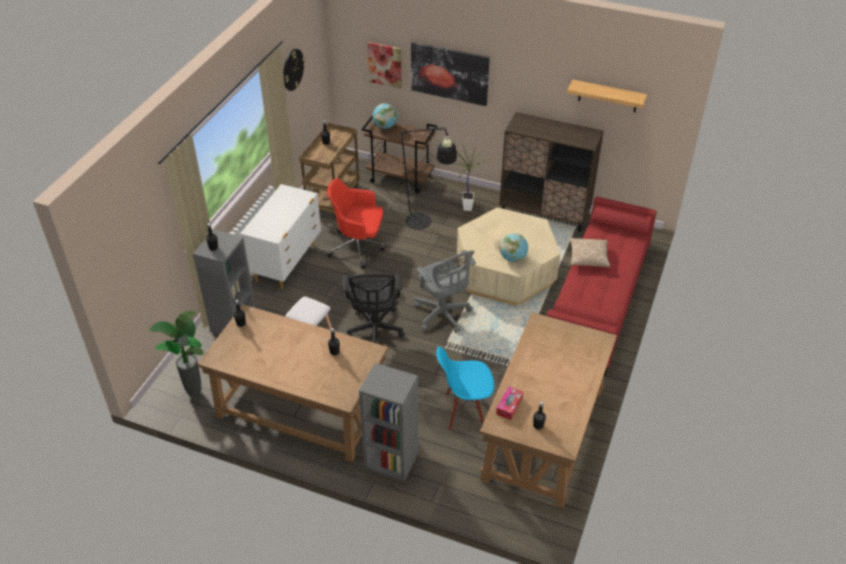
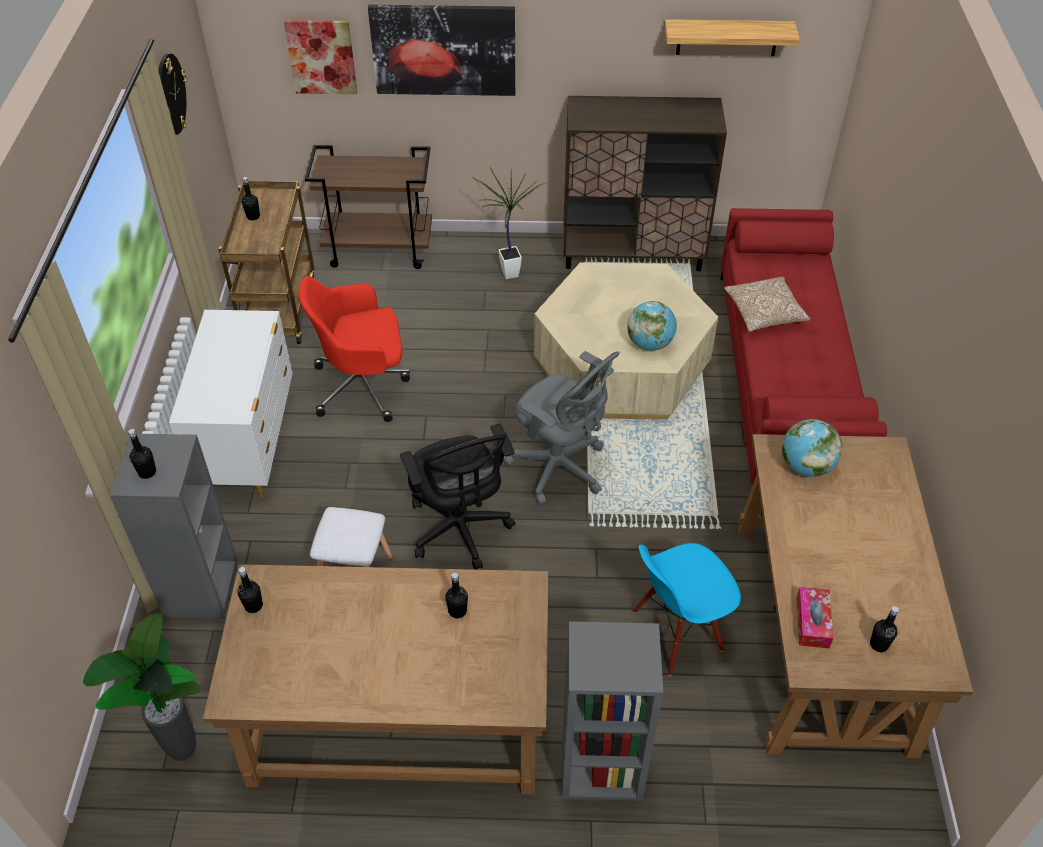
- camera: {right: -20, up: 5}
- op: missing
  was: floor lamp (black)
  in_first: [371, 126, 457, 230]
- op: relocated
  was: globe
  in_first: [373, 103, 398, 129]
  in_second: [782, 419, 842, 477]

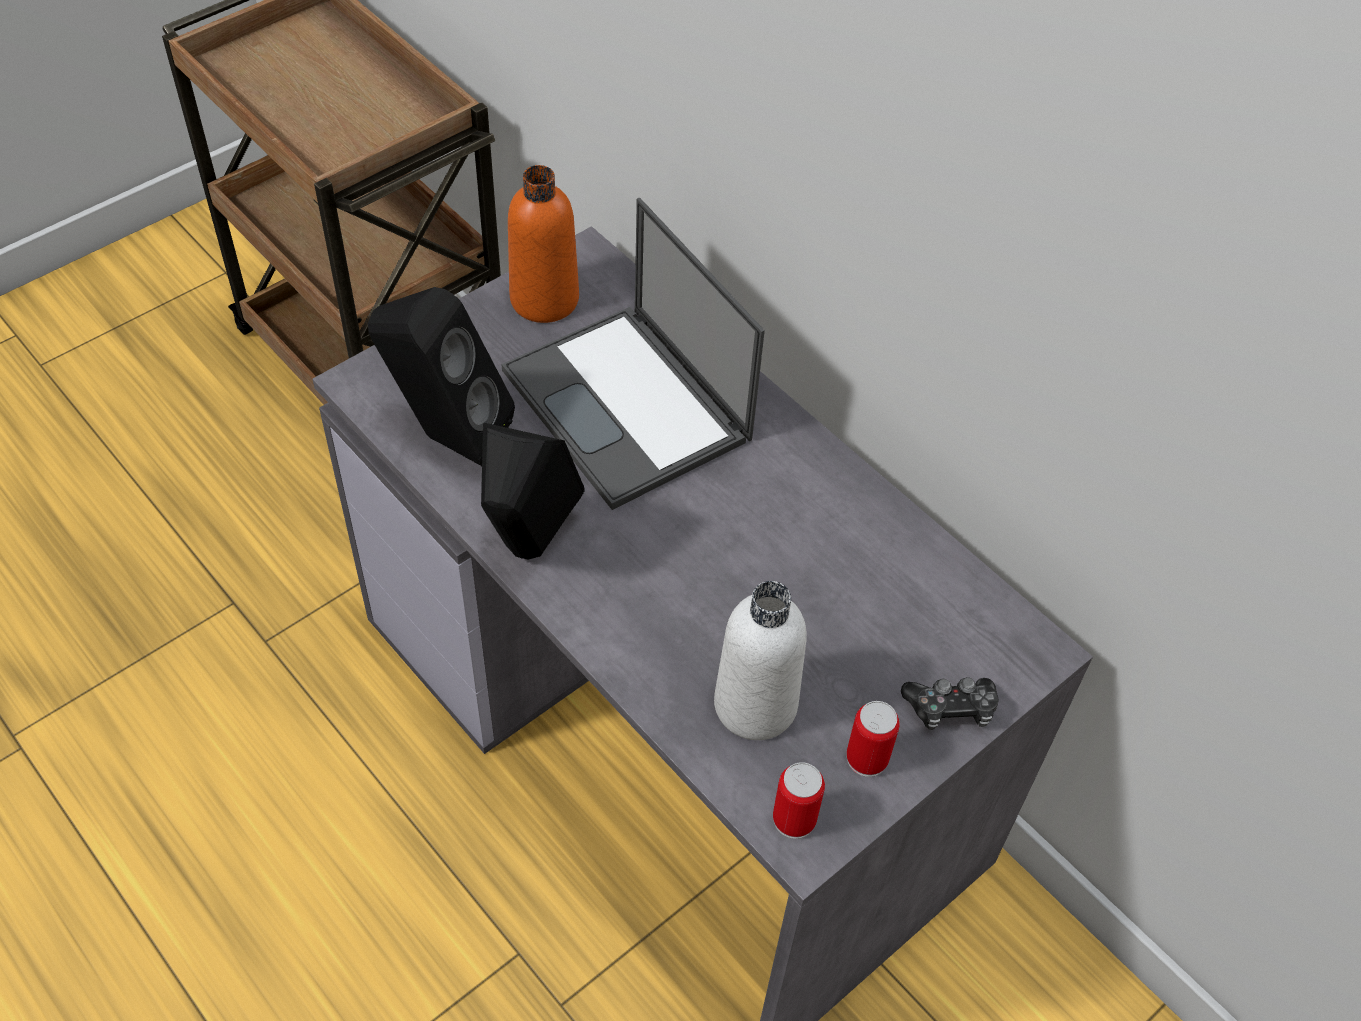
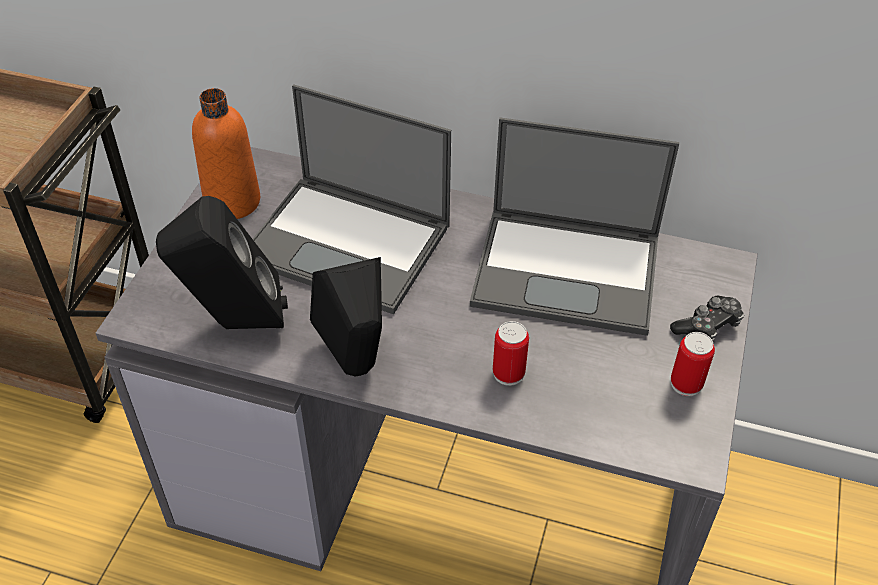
- camera: {right: -30, up: -5}
- op: missing
  was: bottle (white)
  in_first: [714, 581, 807, 740]
- op: appeared
  now: laptop
  in_second: [470, 117, 679, 336]
- op: relocated
  was: can
  in_first: [773, 762, 825, 839]
  in_second: [493, 321, 529, 386]

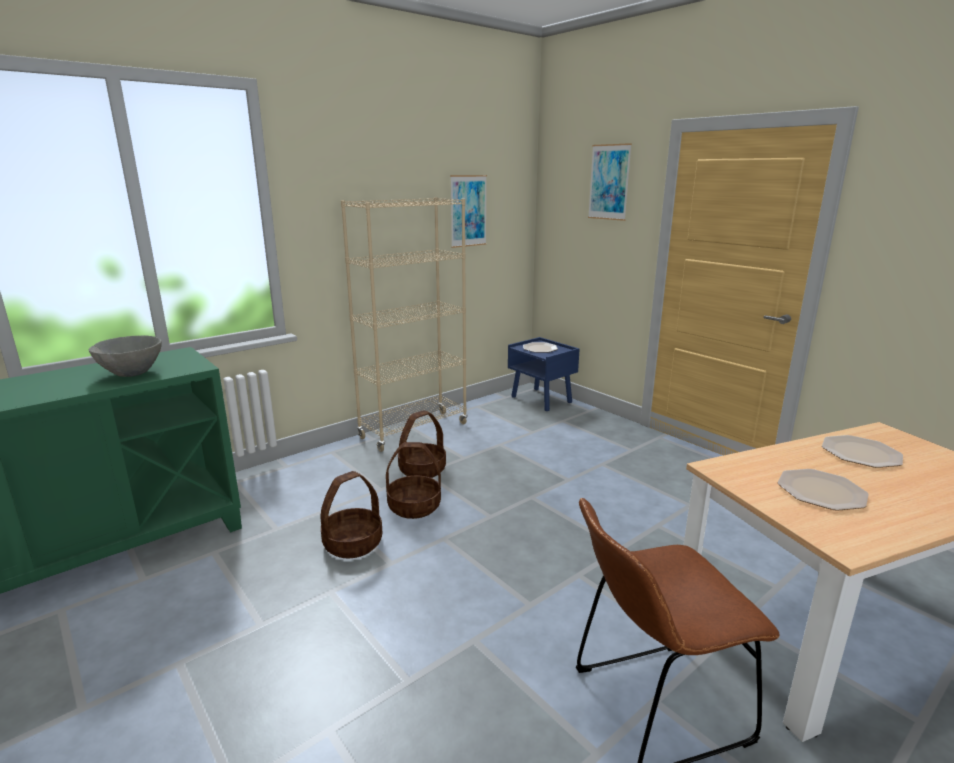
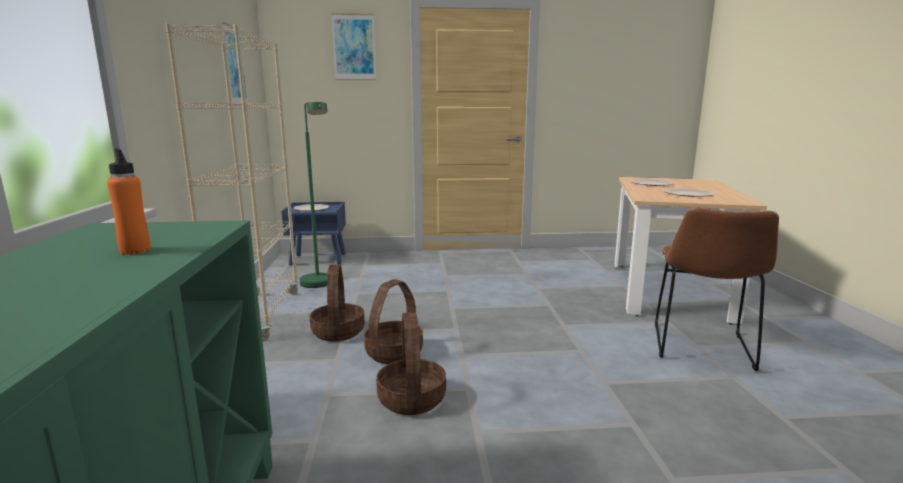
- camera: {right: -55, up: -5}
- op: appeared
  now: floor lamp (green)
  in_second: [300, 102, 328, 288]
- op: exchanged
  was: bowl (grey)
  now: bottle (orange)
  in_first: [89, 335, 162, 377]
  in_second: [107, 148, 151, 255]

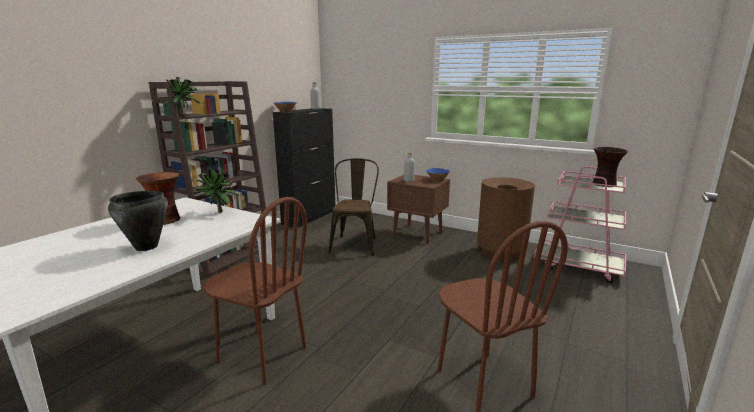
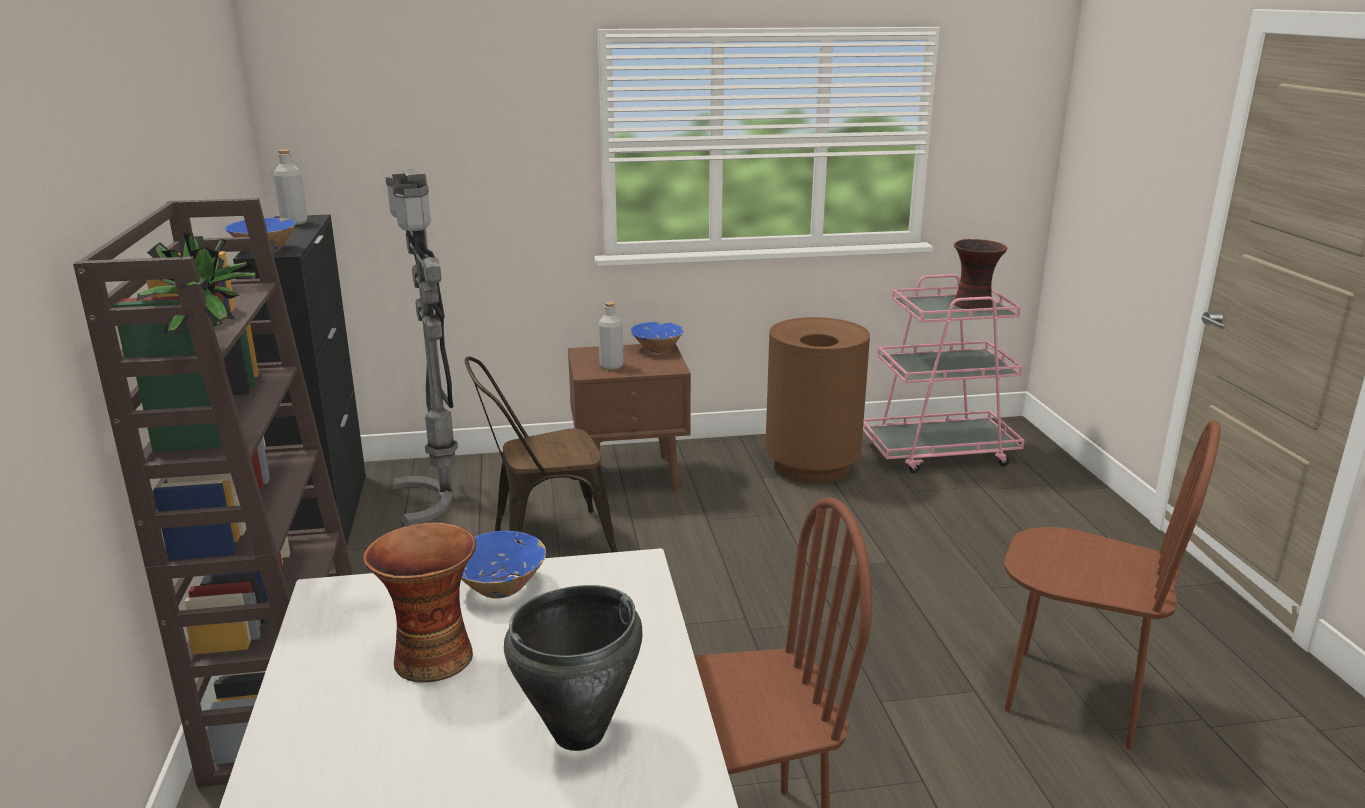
- camera: {right: -40, up: 5}
- op: appeared
  now: floor lamp (grey)
  in_second: [386, 169, 458, 525]
- op: exchanged
  was: potted plant
  now: bowl (blue)
  in_first: [194, 169, 239, 213]
  in_second: [461, 531, 546, 599]
- op: spun
  was: chair (brown)
  in_first: [328, 158, 379, 256]
  in_second: [465, 357, 617, 553]
  clockwise: -75

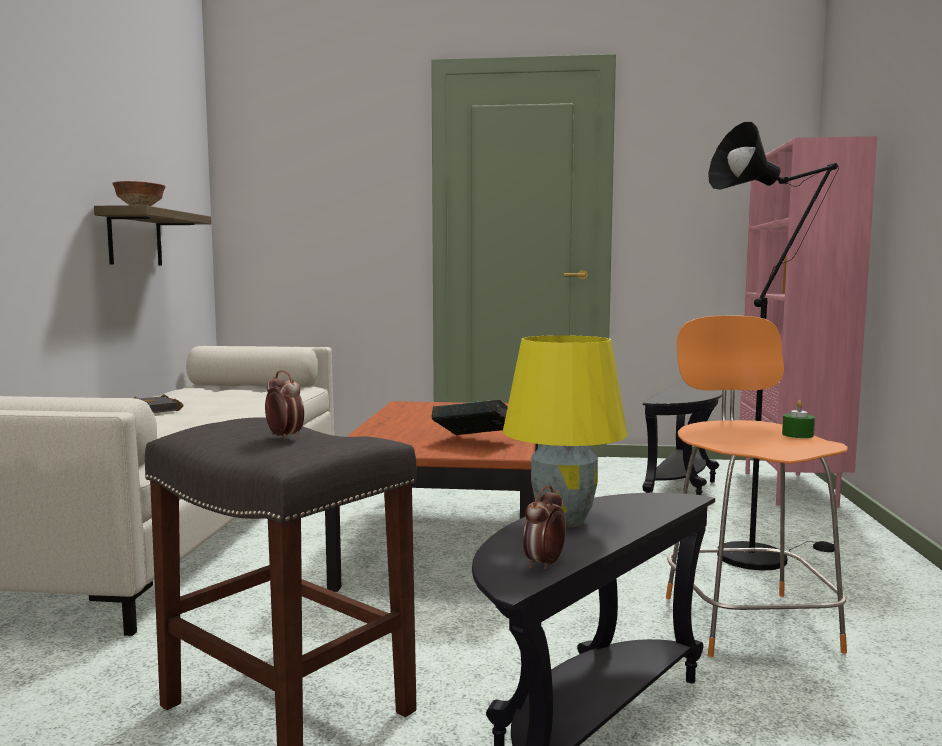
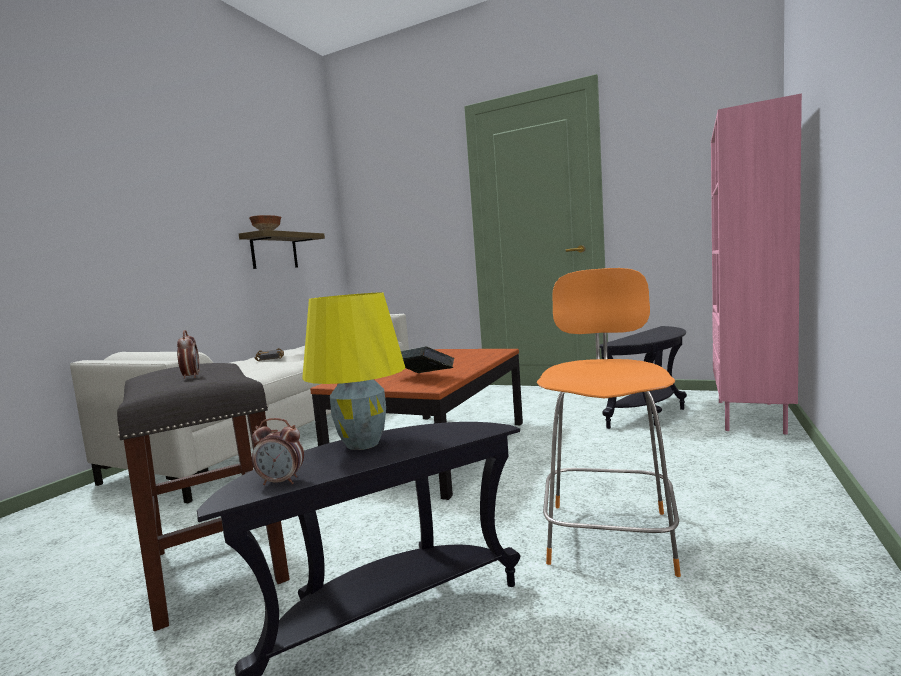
- camera: {right: 20, up: 0}
- op: missing
  was: floor lamp (black)
  in_first: [708, 122, 839, 571]
- op: missing
  was: candle (green)
  in_first: [782, 400, 815, 438]
- op: spun
  was: alarm clock
  in_first: [522, 485, 566, 570]
  in_second: [252, 418, 304, 485]
  clockwise: -135

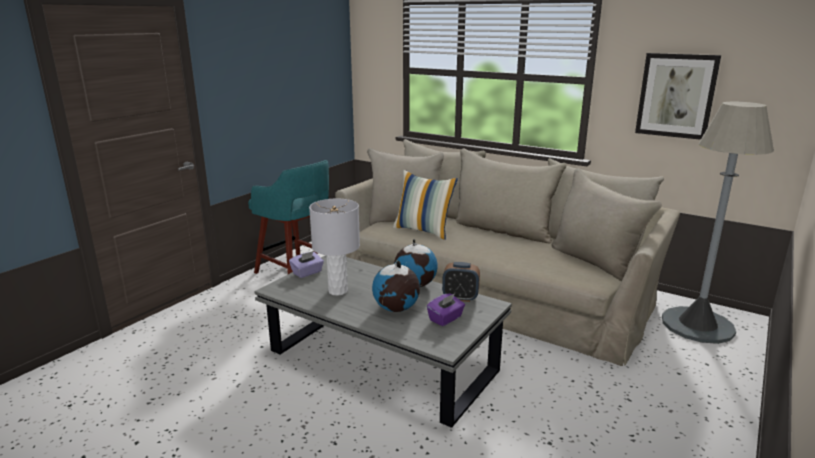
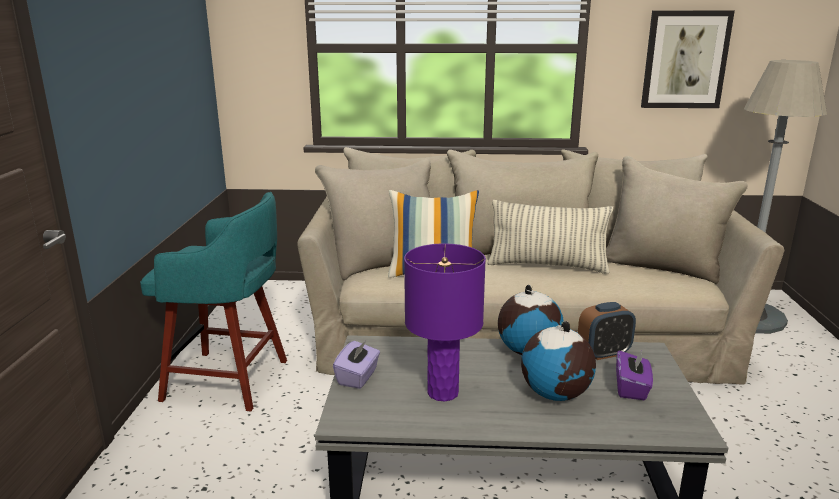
- camera: {right: -30, up: 0}
- op: appeared
  now: pillow
  in_second: [487, 200, 613, 274]
- op: colour
  was: table lamp (grey)
  now: table lamp (purple)
  in_first: [309, 199, 360, 296]
  in_second: [404, 244, 486, 402]

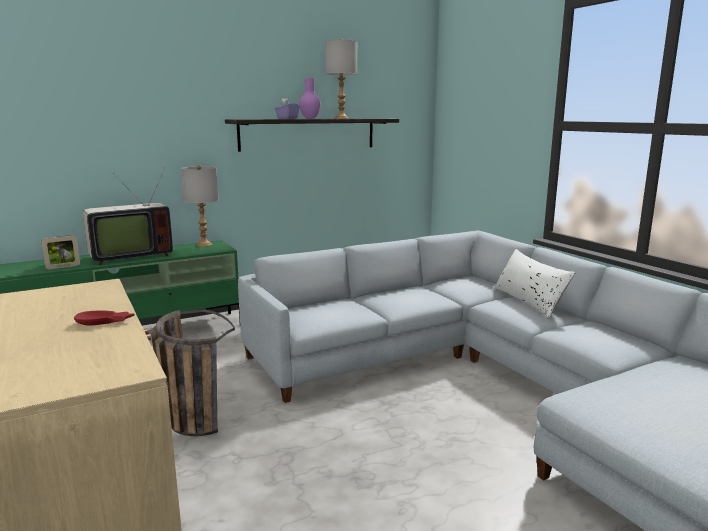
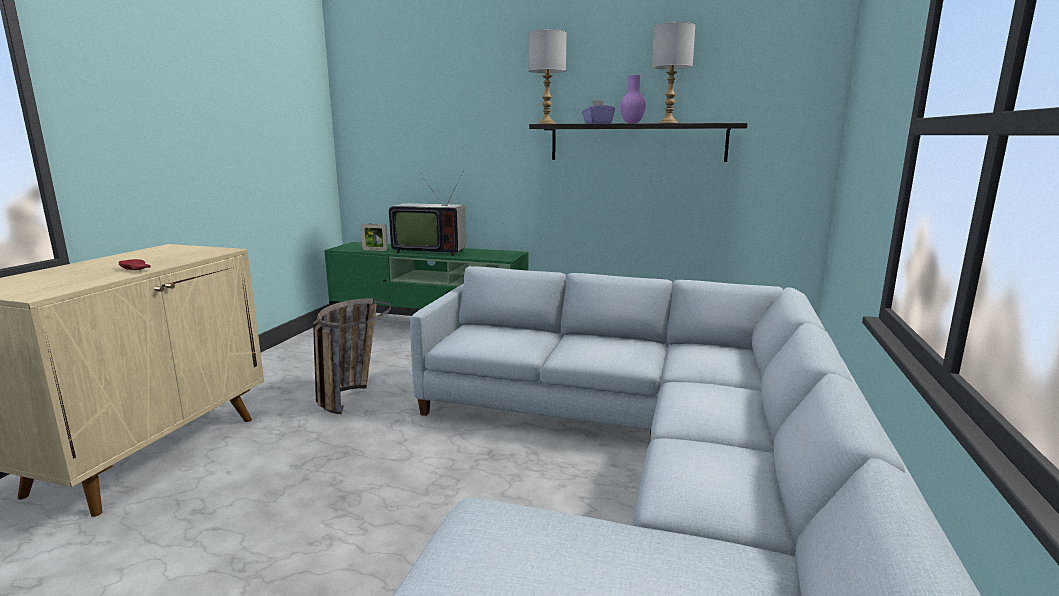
- camera: {right: 45, up: 0}
- op: missing
  was: pillow (white)
  in_first: [493, 249, 575, 319]
- op: relocated
  was: table lamp (grey)
  in_first: [181, 165, 218, 247]
  in_second: [528, 29, 567, 124]

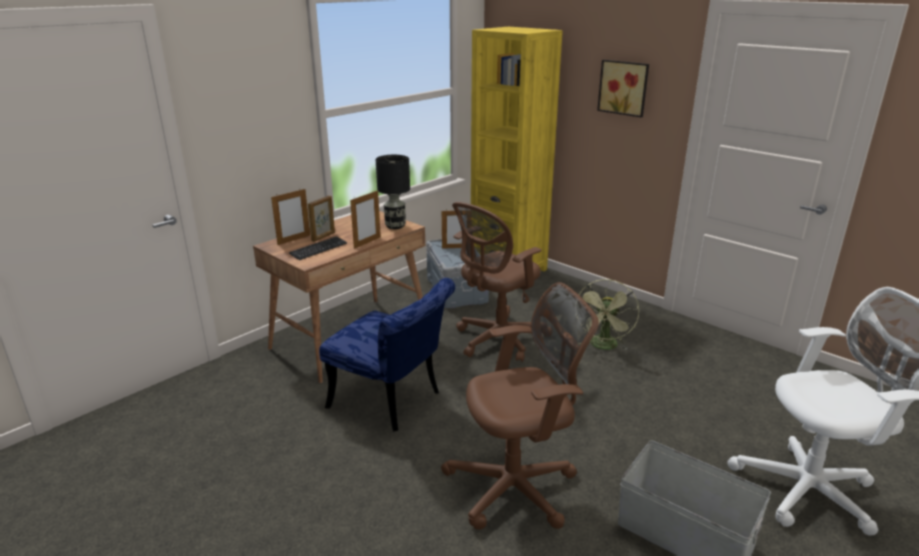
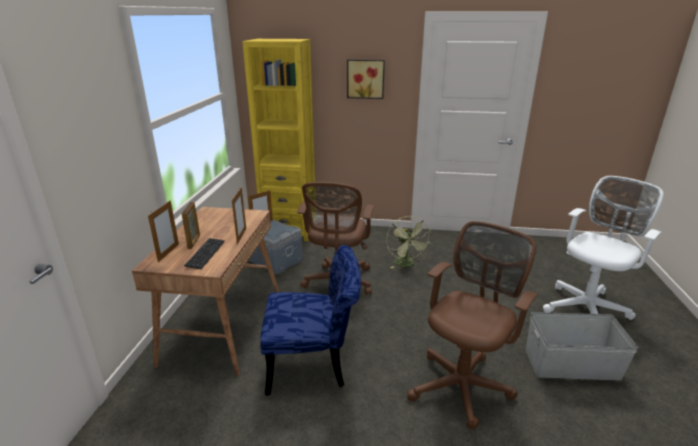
- camera: {right: -35, up: 0}
- op: missing
  was: table lamp (black)
  in_first: [376, 155, 410, 229]

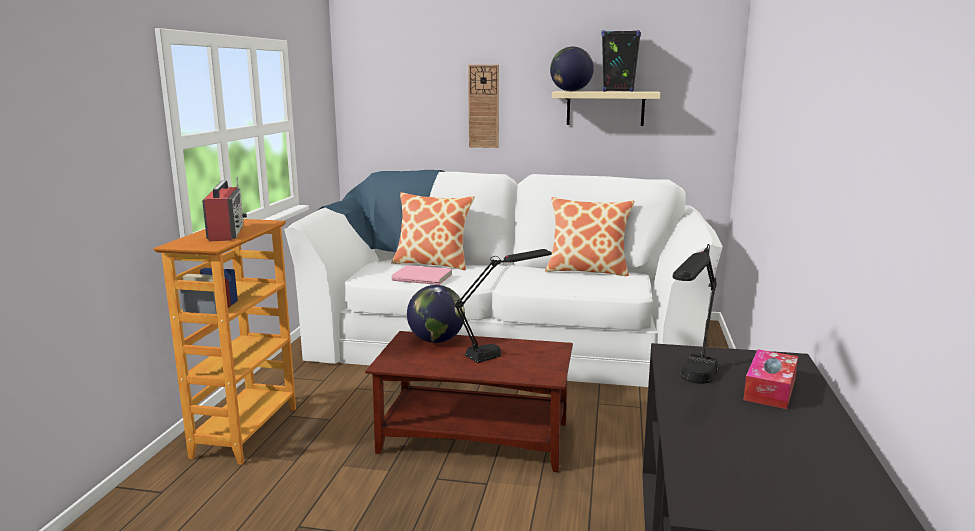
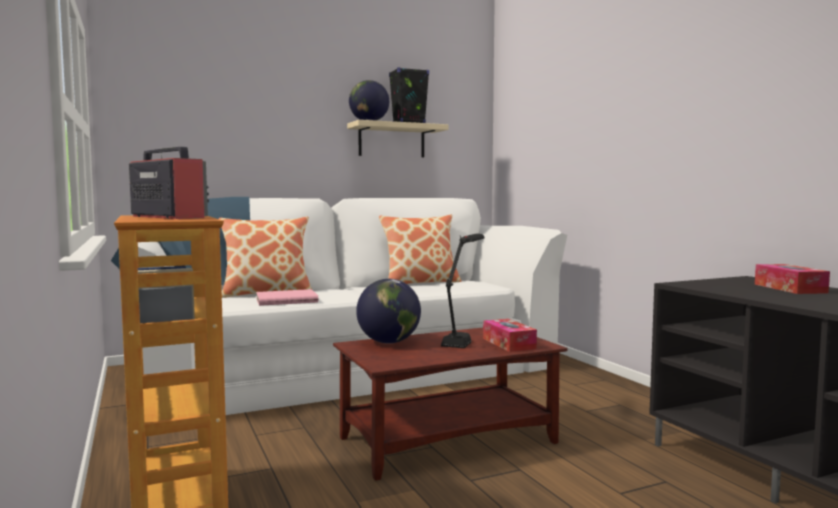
- camera: {right: -35, up: -10}
- op: missing
  was: wall clock
  in_first: [468, 65, 499, 148]
- op: missing
  was: table lamp (black)
  in_first: [673, 244, 719, 384]
- op: appeared
  now: tissue box
  in_second: [483, 319, 537, 352]

